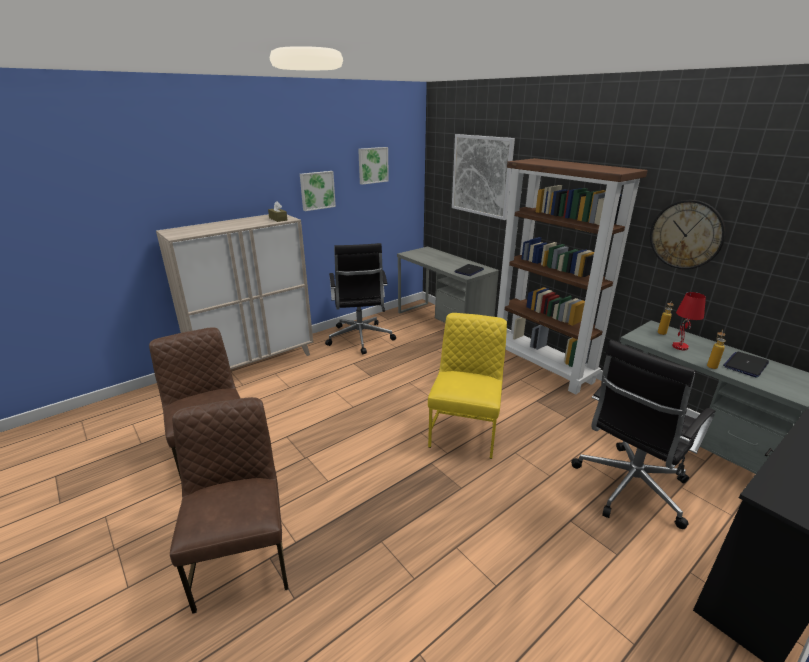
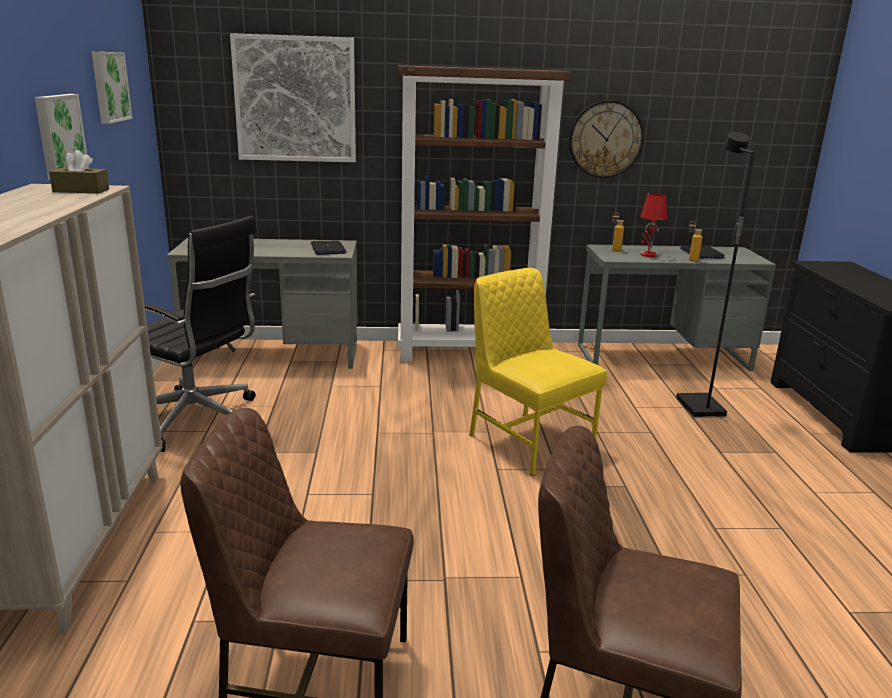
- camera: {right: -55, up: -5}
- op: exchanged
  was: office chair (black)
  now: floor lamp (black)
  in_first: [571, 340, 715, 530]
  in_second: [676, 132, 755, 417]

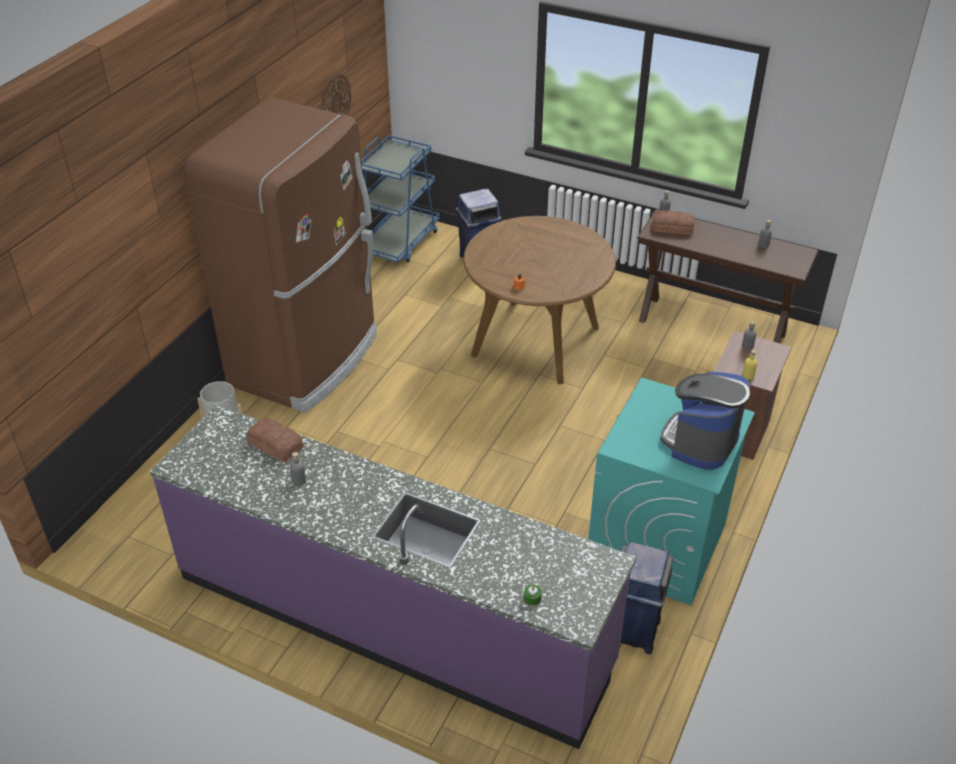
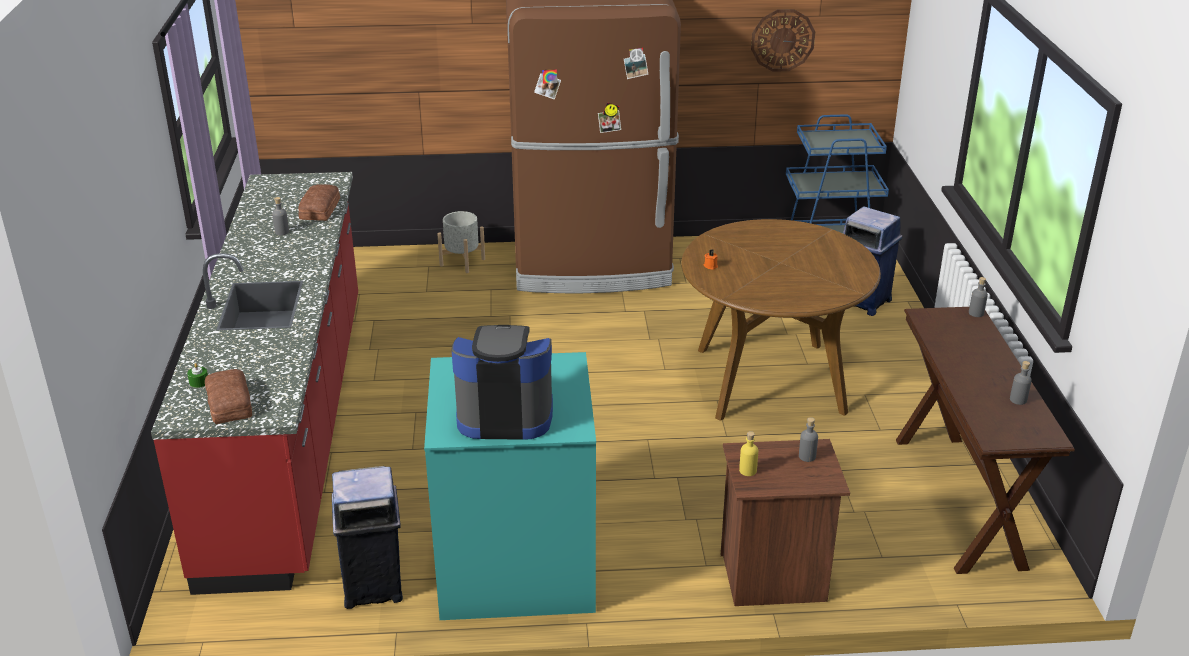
- camera: {right: 60, up: -10}
- op: relocated
  was: bread
  in_first: [652, 210, 695, 235]
  in_second: [205, 369, 252, 424]
- op: colour
  was: counter (purple)
  now: counter (red)
  in_first: [150, 404, 636, 749]
  in_second: [151, 172, 358, 595]

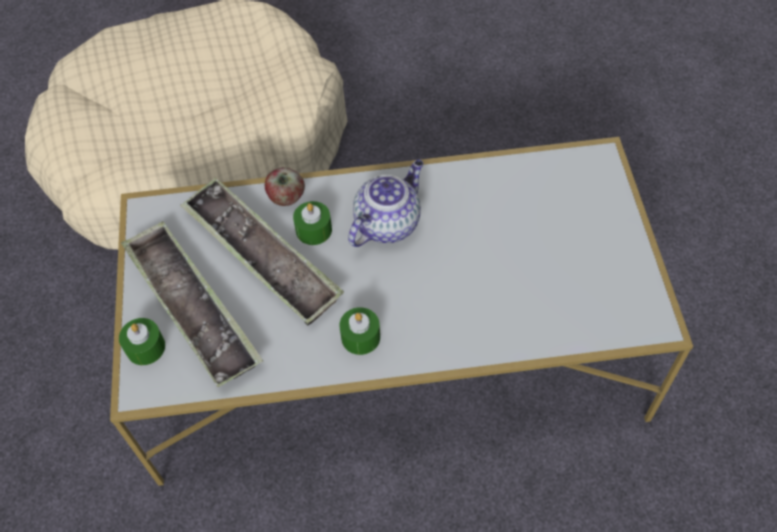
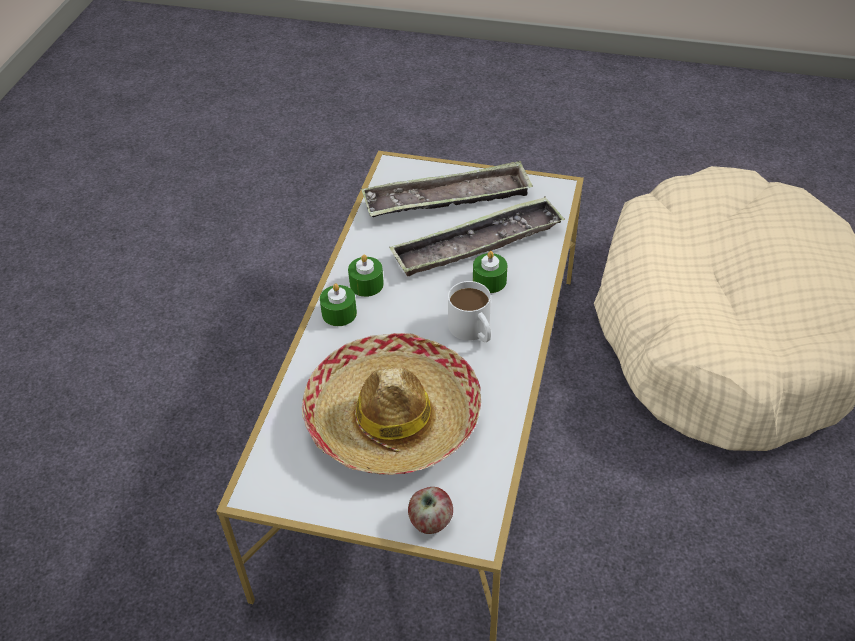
- camera: {right: 110, up: -10}
- op: appeared
  now: hat
  in_second: [302, 333, 481, 475]
- op: relocated
  was: candle (green)
  in_first: [119, 318, 165, 365]
  in_second: [320, 283, 357, 326]
- op: relocated
  was: apple
  in_first: [265, 167, 305, 206]
  in_second: [408, 487, 453, 534]
- op: exchanged
  was: teapot
  now: mug (white)
  in_first: [348, 160, 423, 247]
  in_second: [448, 281, 491, 342]

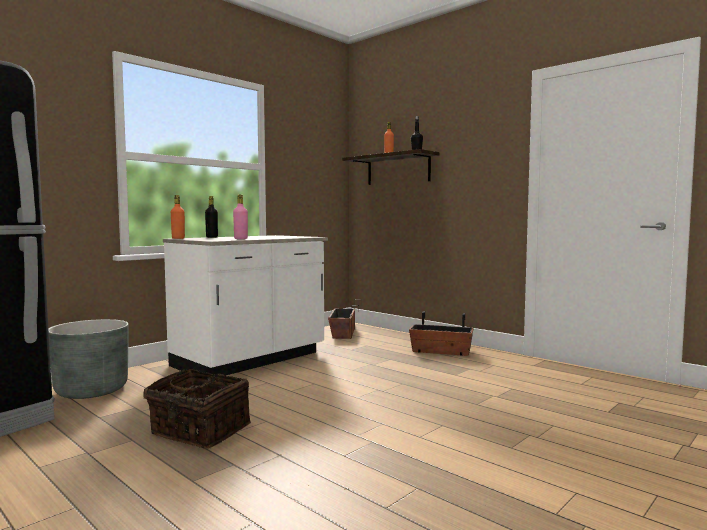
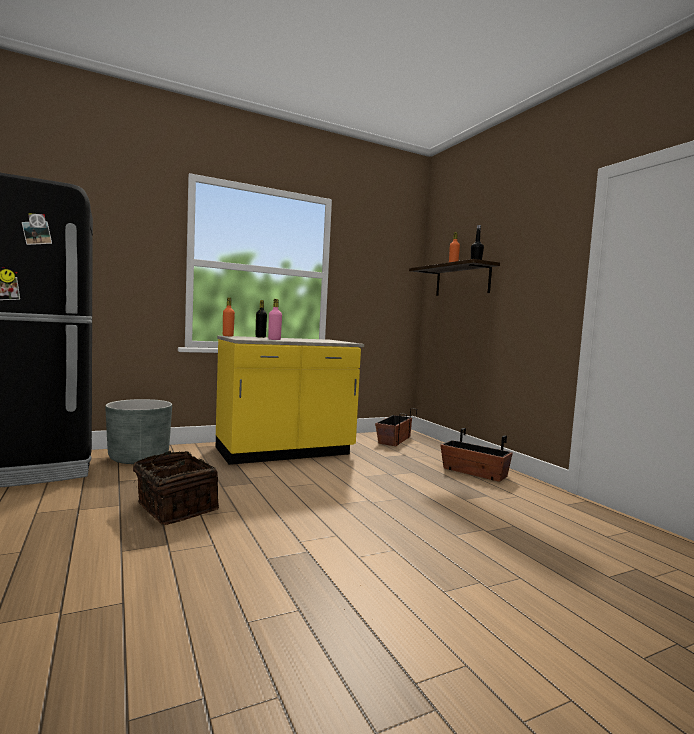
- camera: {right: 20, up: 0}
- op: colour
  was: counter (white)
  now: counter (yellow)
  in_first: [163, 235, 328, 375]
  in_second: [216, 336, 364, 465]

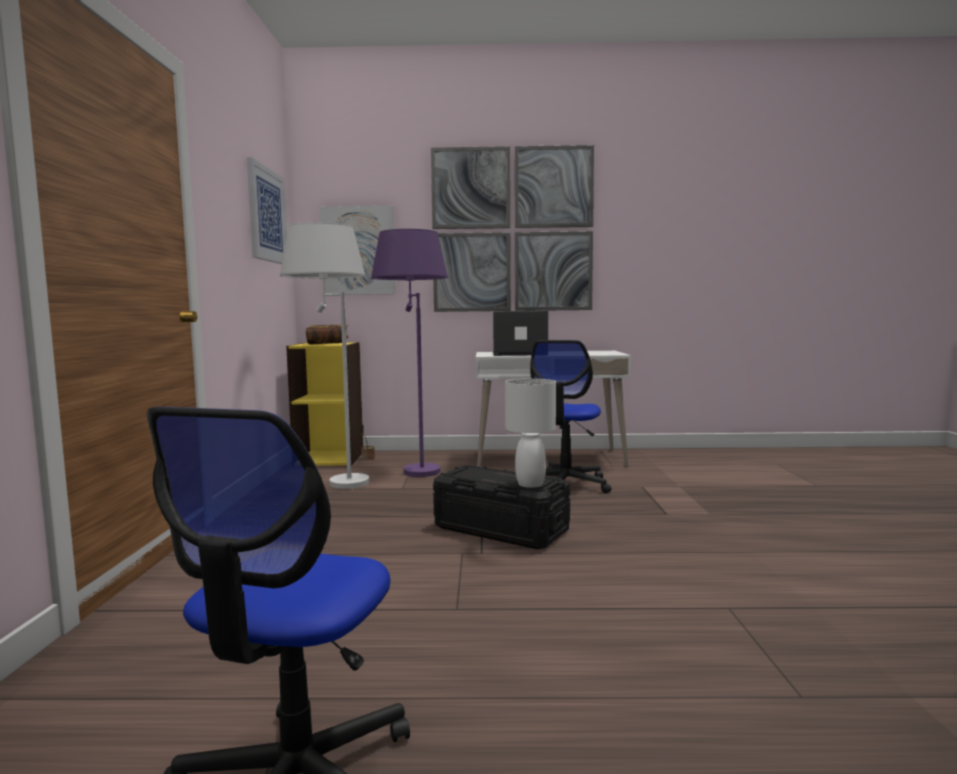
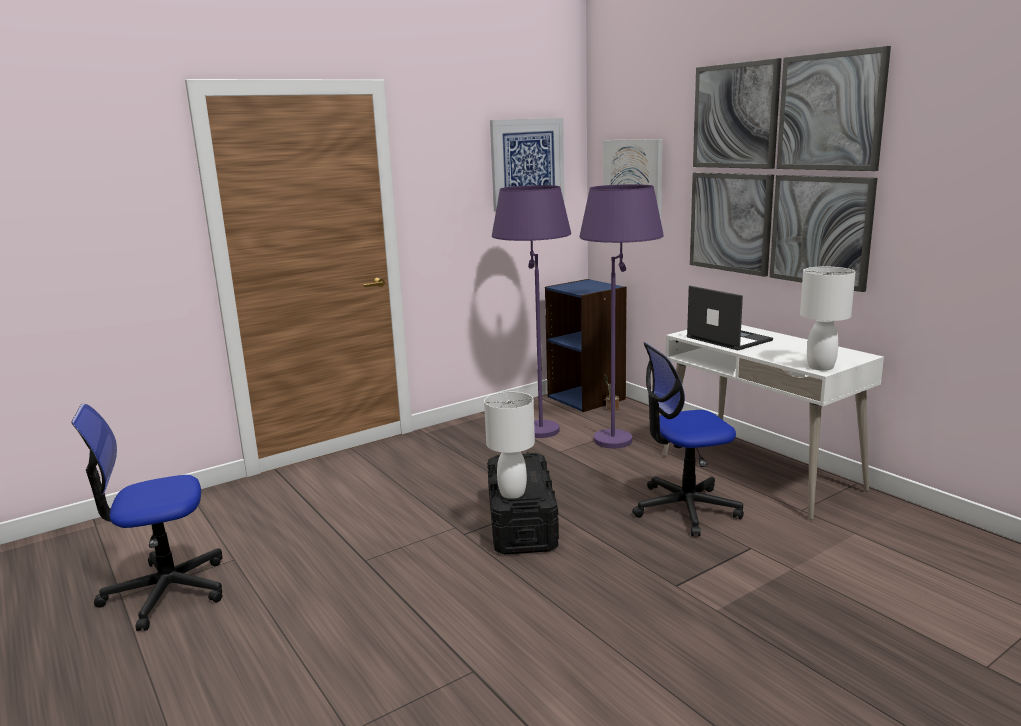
- camera: {right: 55, up: 10}
- op: missing
  was: book
  in_first: [306, 325, 349, 345]
- op: appeared
  now: table lamp (white)
  in_second: [800, 267, 856, 371]
- op: colour
  was: floor lamp (white)
  now: floor lamp (purple)
  in_first: [280, 222, 369, 489]
  in_second: [492, 185, 571, 438]
- op: colour
  was: bookcase (yellow)
  now: bookcase (blue)
  in_first: [286, 342, 363, 466]
  in_second: [545, 279, 627, 412]

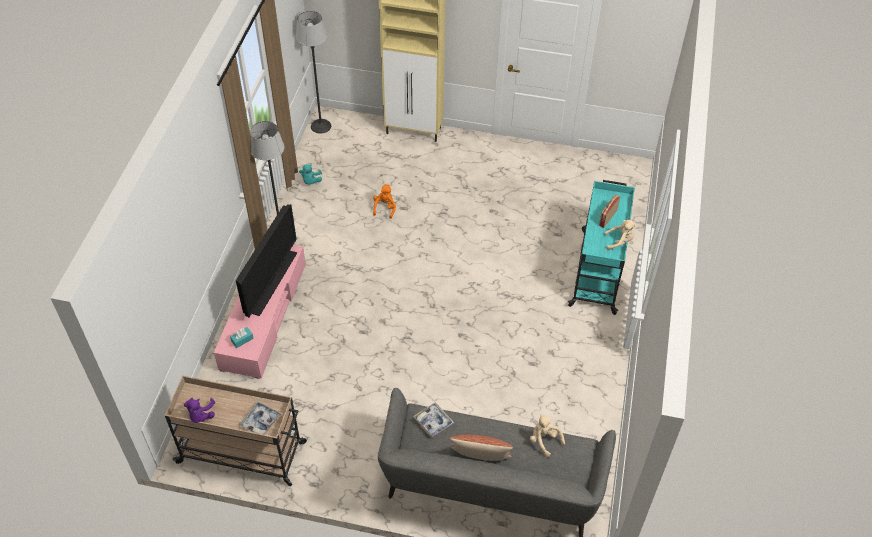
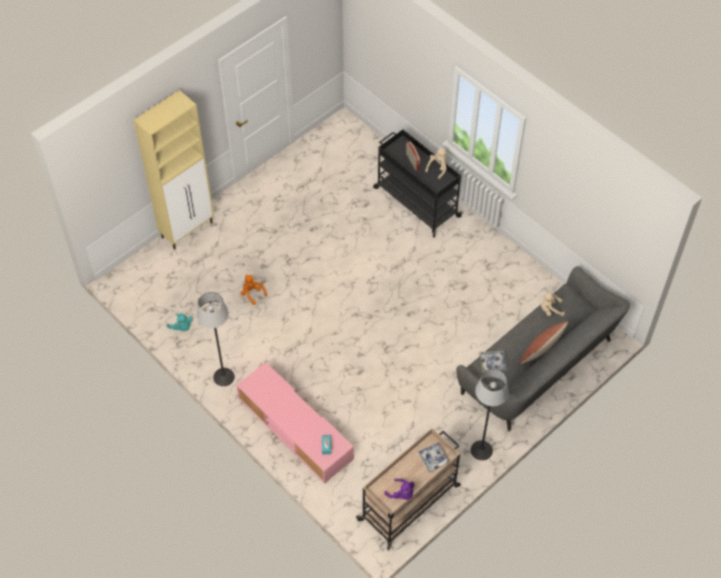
- camera: {right: -55, up: 5}
- op: missing
  was: television
  in_first: [236, 204, 297, 318]
- op: relocated
  was: floor lamp
  in_first: [296, 11, 331, 134]
  in_second: [471, 369, 509, 460]
- op: colour
  was: cart (turquoise)
  now: cart (black)
  in_first: [568, 180, 635, 315]
  in_second: [373, 129, 463, 237]

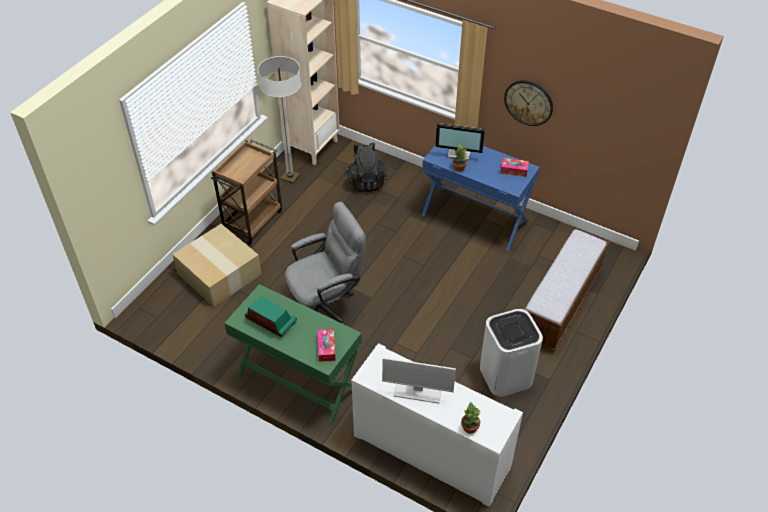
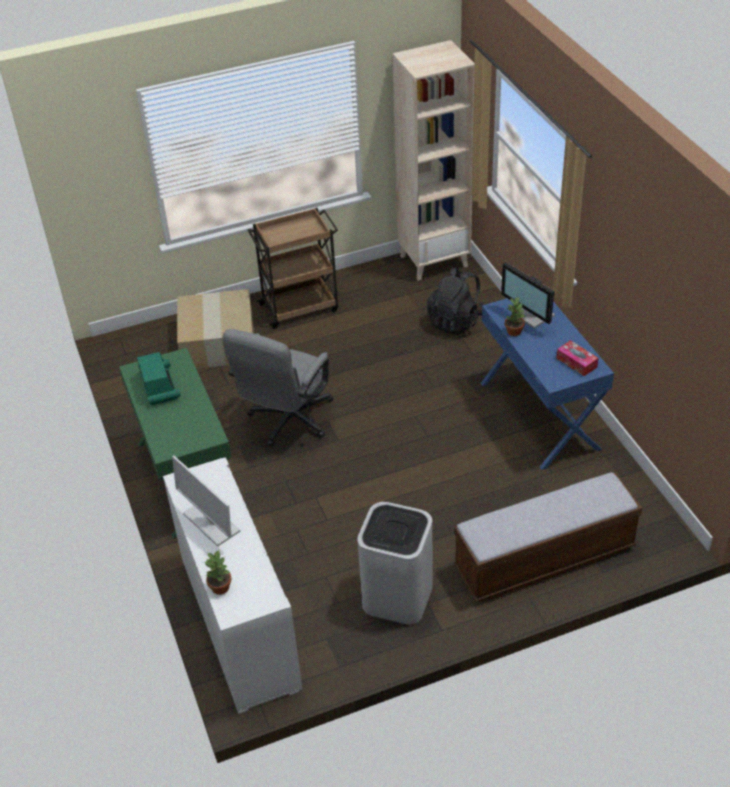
- camera: {right: 40, up: -5}
- op: missing
  was: floor lamp
  in_first: [258, 56, 301, 183]
- op: missing
  was: tissue box
  in_first: [317, 329, 336, 362]
- op: missing
  was: wall clock
  in_first: [504, 80, 553, 126]
- op: spun
  was: office chair (grey)
  in_first: [285, 202, 366, 325]
  in_second: [223, 329, 334, 447]
  clockwise: 105

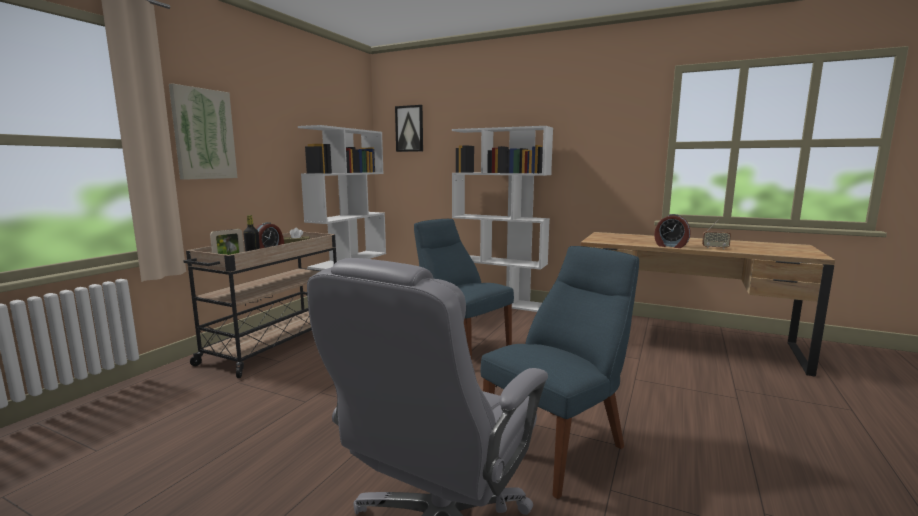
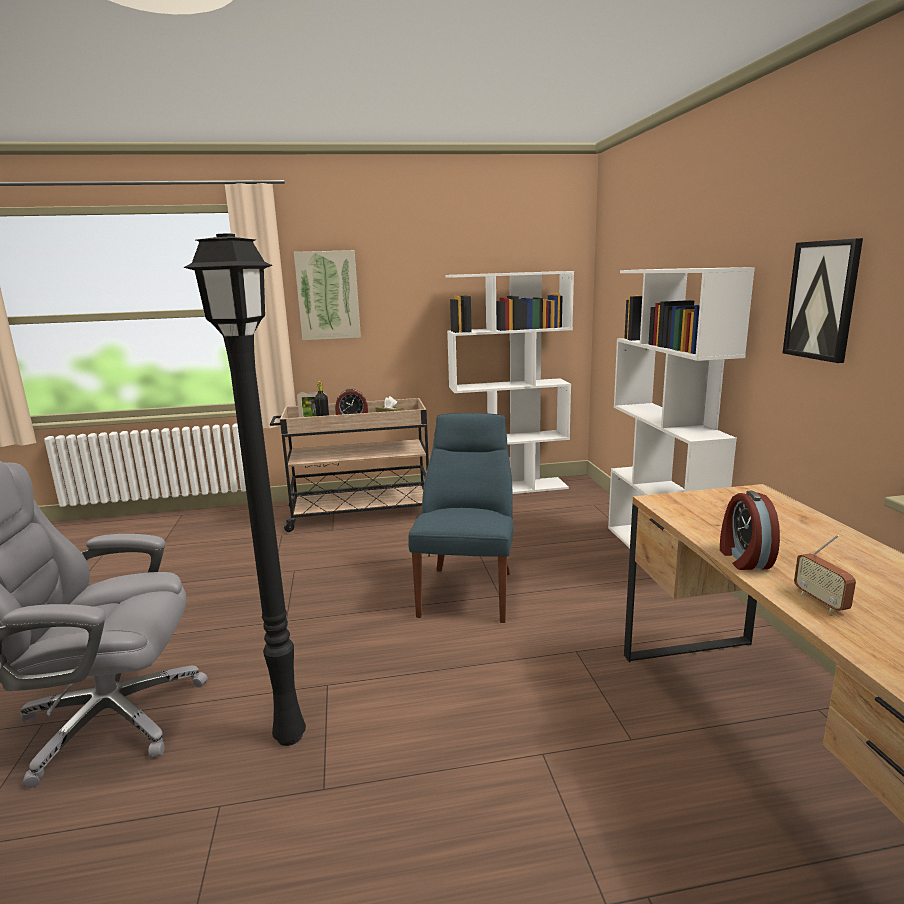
- camera: {right: 55, up: 5}
- op: relocated
  was: picture
  in_first: [395, 105, 423, 152]
  in_second: [783, 238, 863, 363]
- op: exchanged
  was: chair (blue)
  now: floor lamp (black)
  in_first: [481, 246, 639, 499]
  in_second: [183, 233, 306, 746]

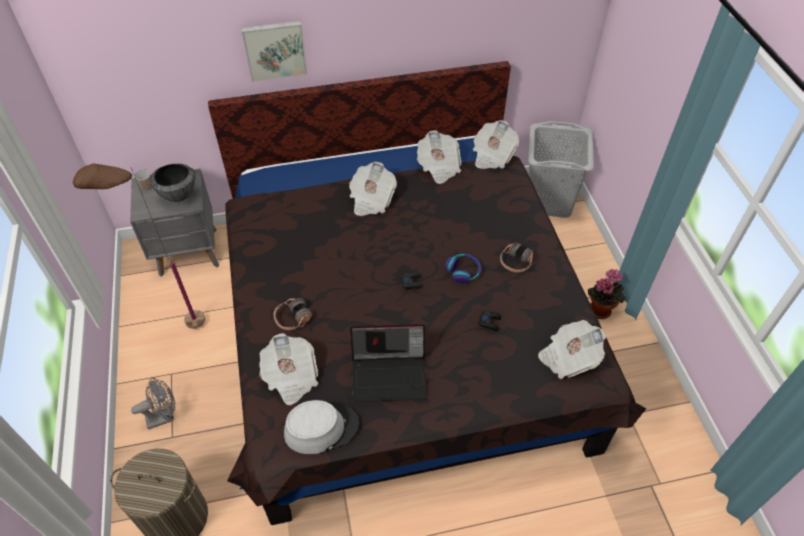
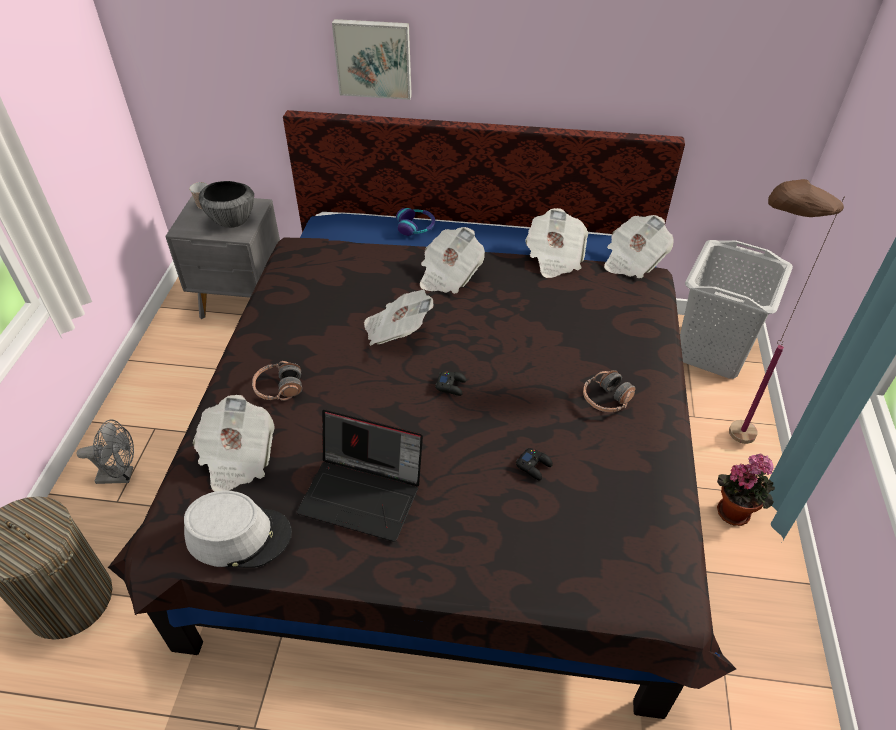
- camera: {right: 20, up: -5}
- op: relocated
  was: floor lamp (brown)
  in_first: [73, 163, 205, 329]
  in_second: [729, 179, 845, 444]
- op: relocated
  was: headphones
  in_first: [445, 254, 482, 284]
  in_second: [396, 208, 435, 236]
- op: relocated
  was: newspaper
  in_first: [538, 320, 606, 379]
  in_second: [364, 290, 434, 346]

